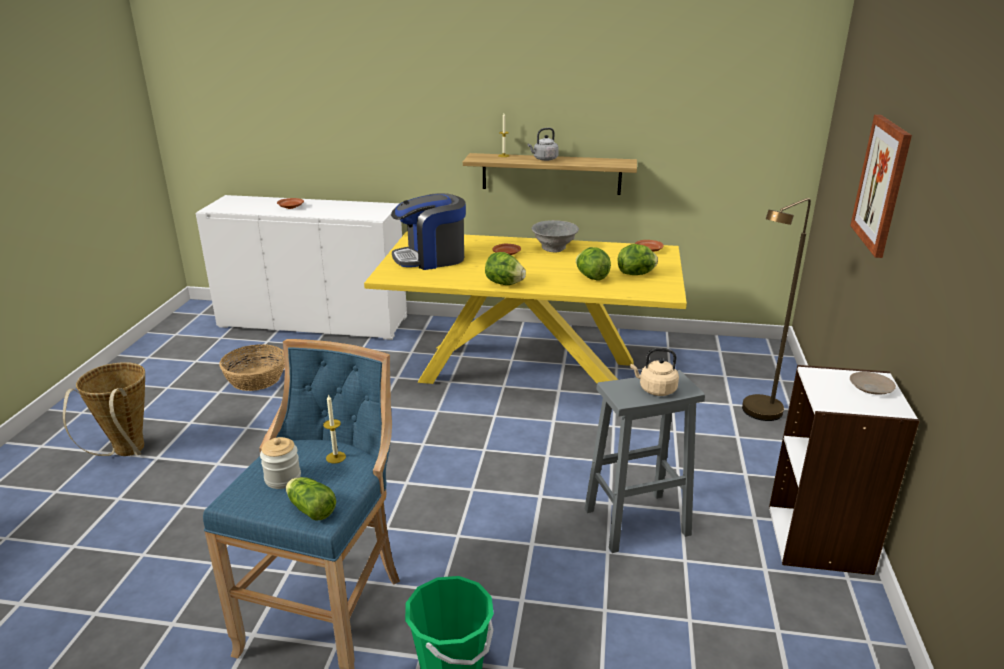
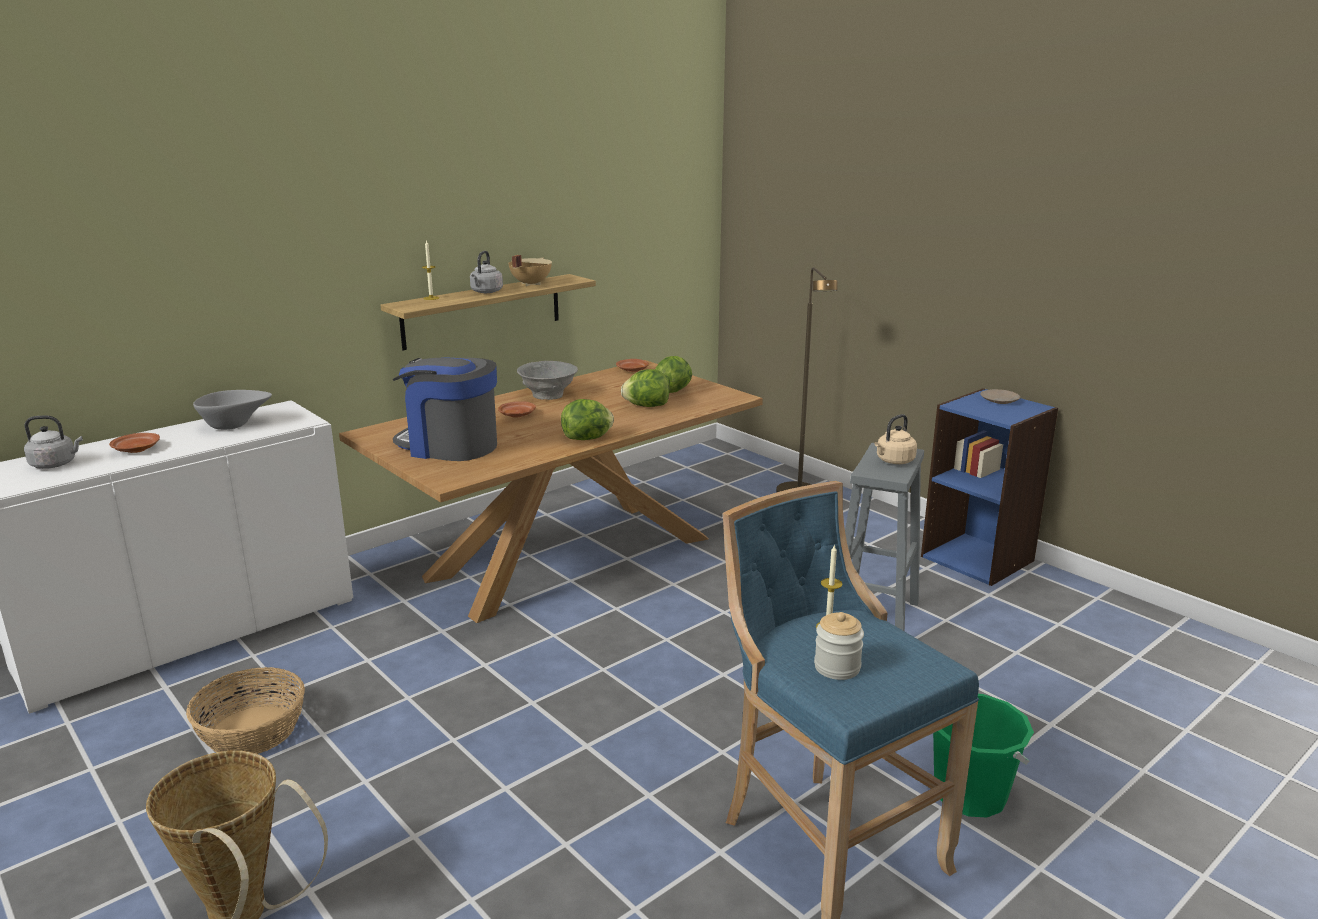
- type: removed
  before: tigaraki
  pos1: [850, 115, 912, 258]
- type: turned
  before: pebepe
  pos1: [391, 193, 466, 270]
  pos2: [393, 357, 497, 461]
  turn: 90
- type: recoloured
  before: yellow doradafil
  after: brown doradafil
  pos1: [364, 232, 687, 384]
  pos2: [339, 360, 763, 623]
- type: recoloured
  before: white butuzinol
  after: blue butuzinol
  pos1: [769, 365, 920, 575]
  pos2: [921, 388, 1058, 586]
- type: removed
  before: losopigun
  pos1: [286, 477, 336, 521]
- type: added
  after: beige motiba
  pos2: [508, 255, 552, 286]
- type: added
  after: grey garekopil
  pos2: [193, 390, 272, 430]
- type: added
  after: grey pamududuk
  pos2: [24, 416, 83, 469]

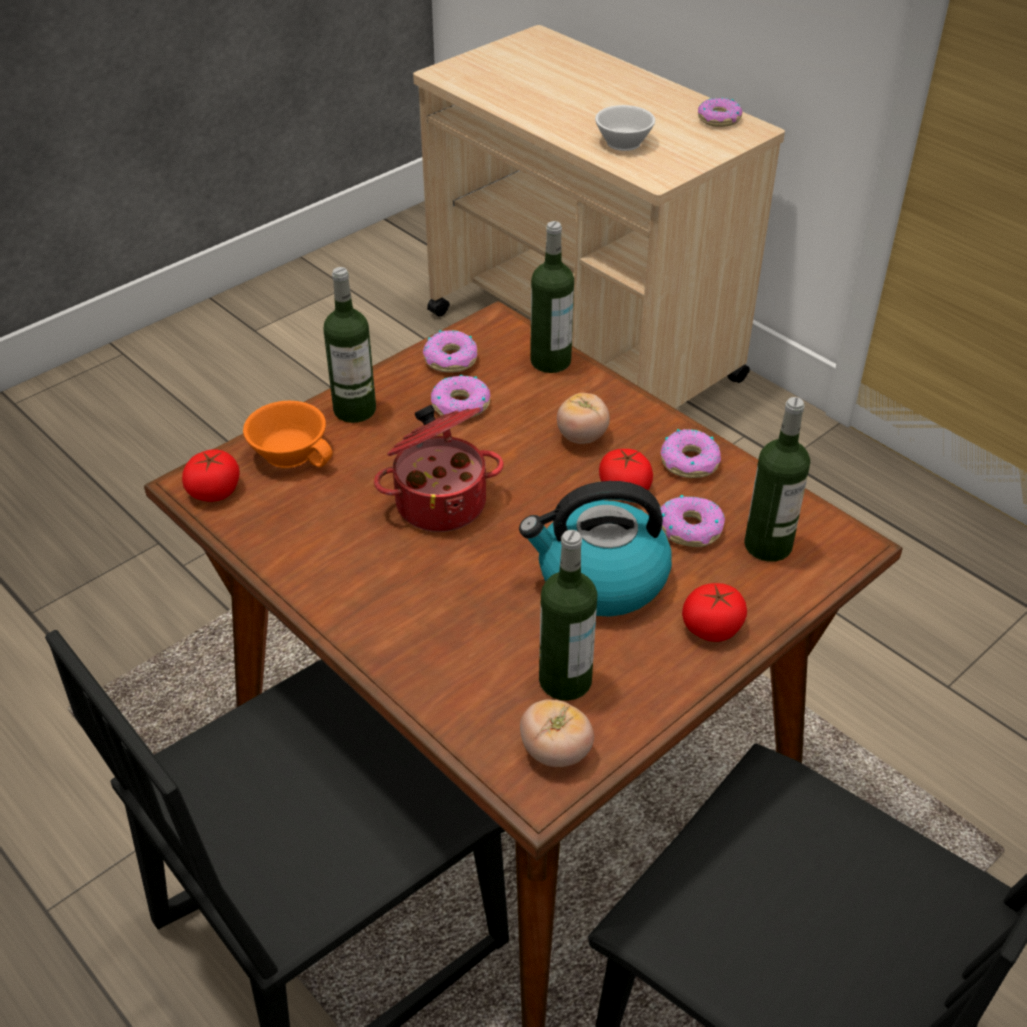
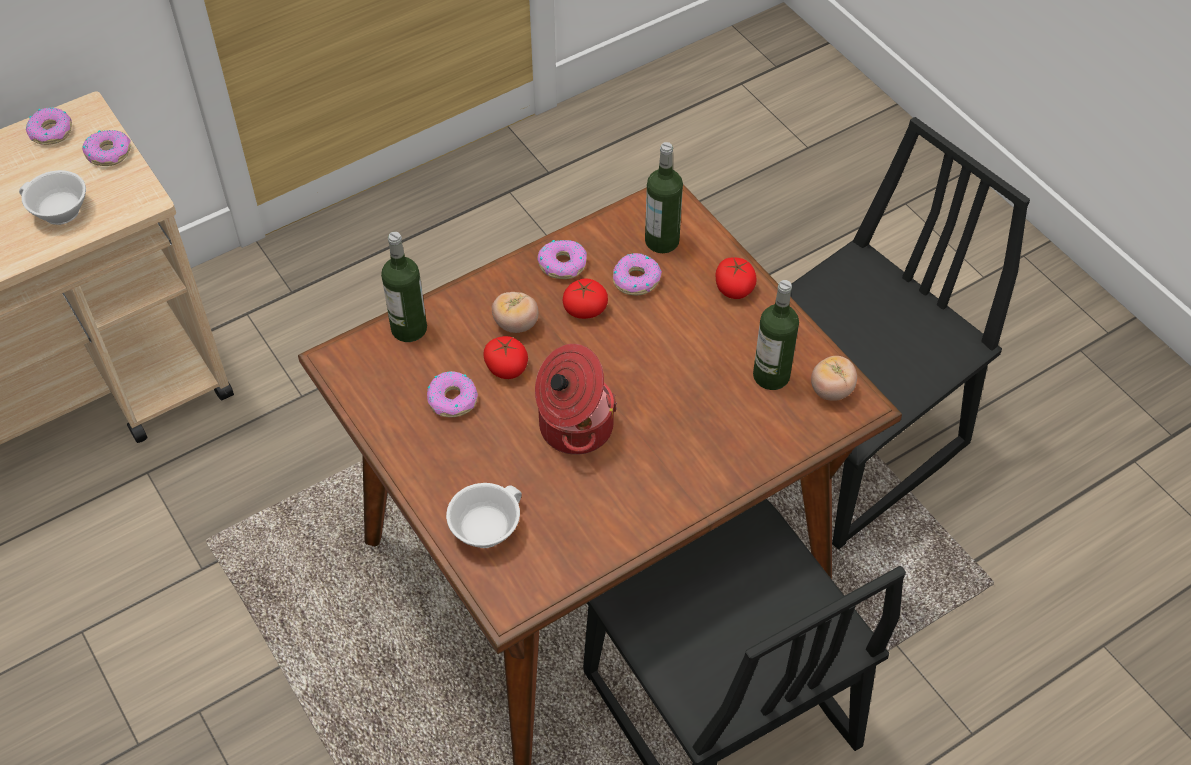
- type: removed
  before: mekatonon
  pos1: [323, 267, 376, 423]
- type: moved
  before: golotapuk
  pos1: [423, 330, 478, 373]
  pos2: [82, 130, 131, 166]
- type: recoloured
  before: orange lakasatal
  after: white lakasatal
  pos1: [243, 401, 333, 468]
  pos2: [446, 483, 522, 548]
- type: moved
  before: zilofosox
  pos1: [182, 449, 240, 502]
  pos2: [483, 336, 528, 379]
- type: removed
  before: pamududuk
  pos1: [519, 481, 672, 617]

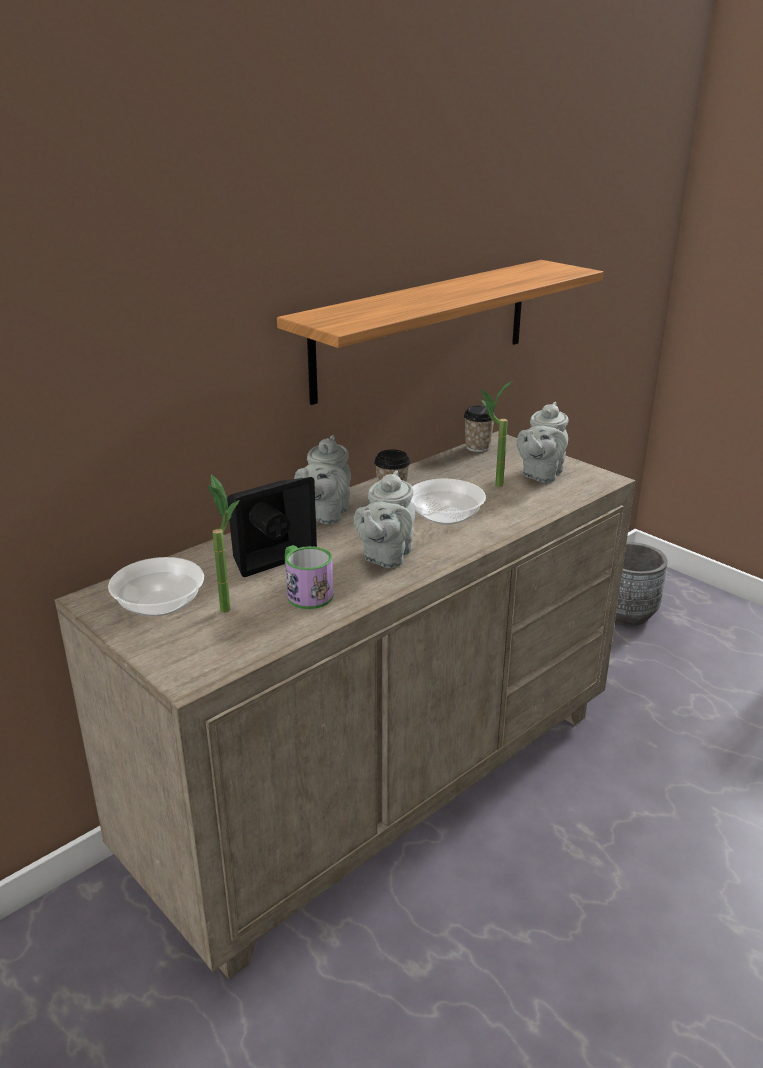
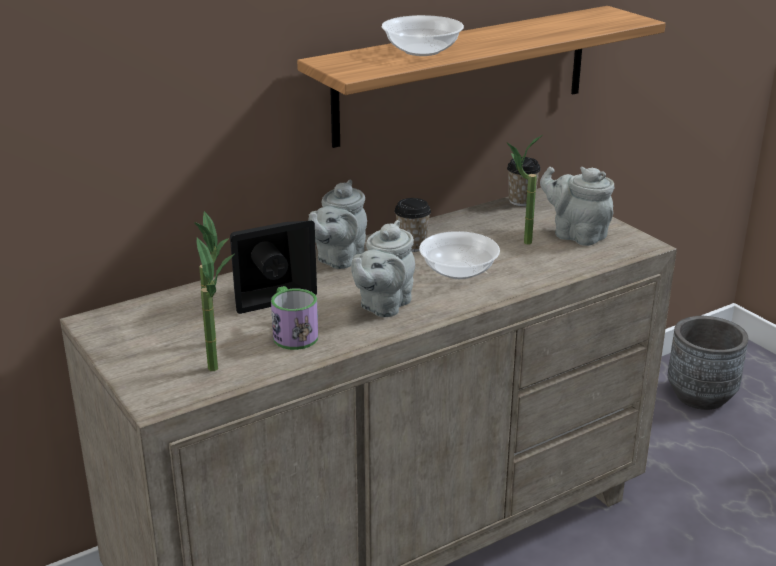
- type: turned
  before: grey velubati
  pos1: [517, 402, 569, 483]
  pos2: [540, 167, 614, 246]
  turn: 90
- type: moved
  before: garekopil
  pos1: [108, 557, 204, 616]
  pos2: [382, 15, 464, 56]
- type: added
  after: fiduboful
  pos2: [197, 237, 234, 371]

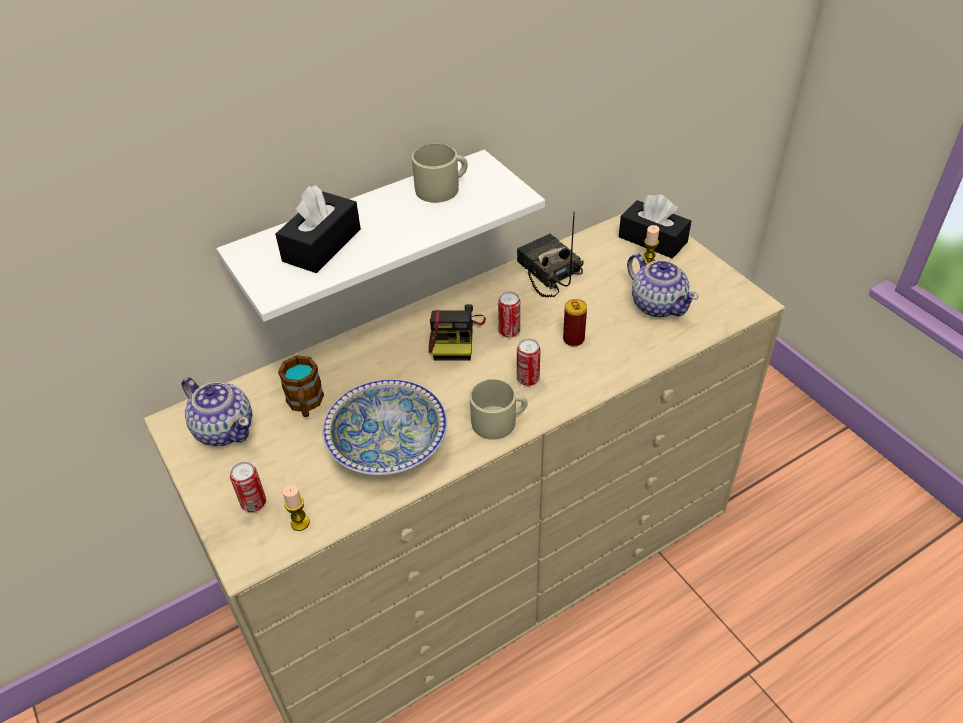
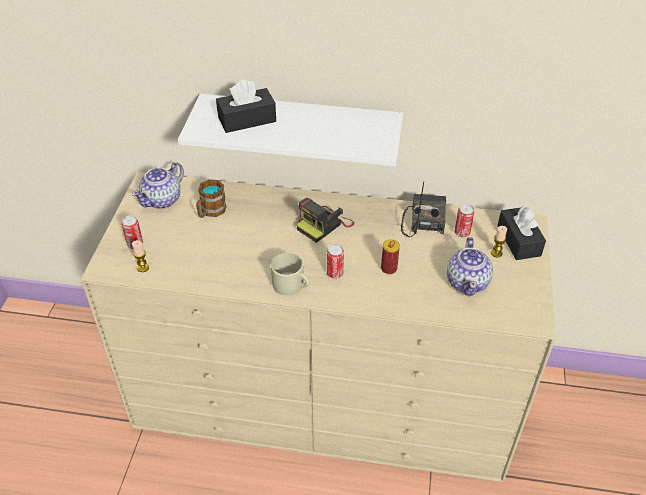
- type: removed
  before: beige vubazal
  pos1: [412, 144, 468, 203]
- type: moved
  before: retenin
  pos1: [498, 291, 520, 338]
  pos2: [455, 204, 475, 237]
- type: turned
  before: velubati
  pos1: [181, 377, 252, 446]
  pos2: [132, 162, 184, 209]
  turn: 45
- type: removed
  before: garekopil
  pos1: [322, 379, 447, 475]

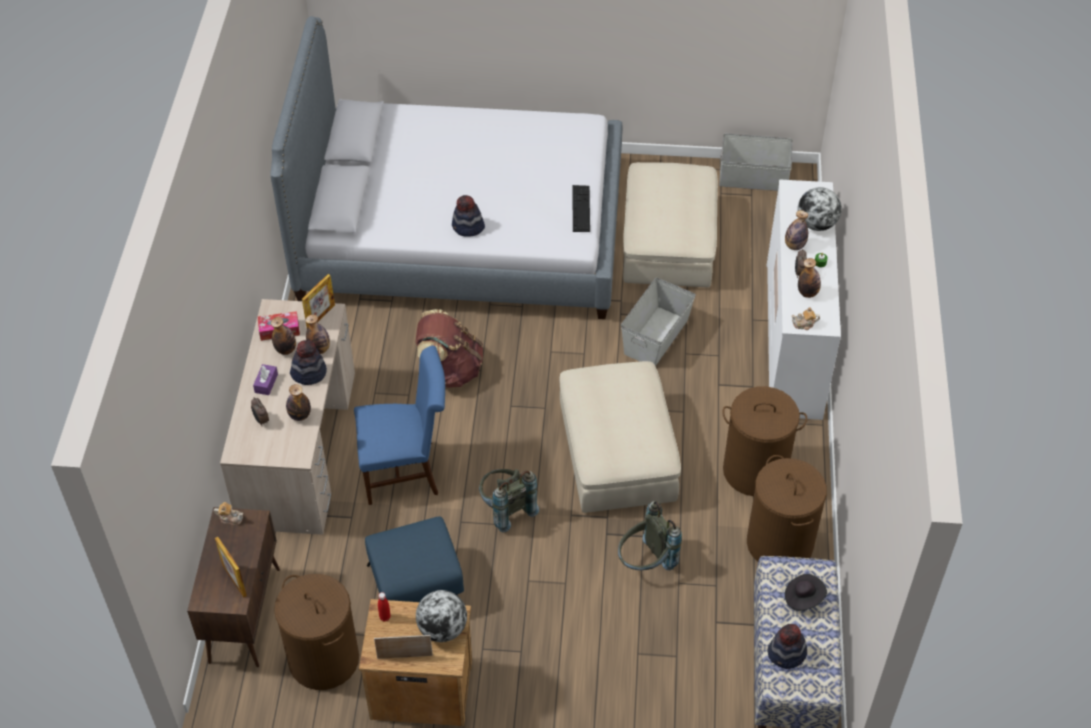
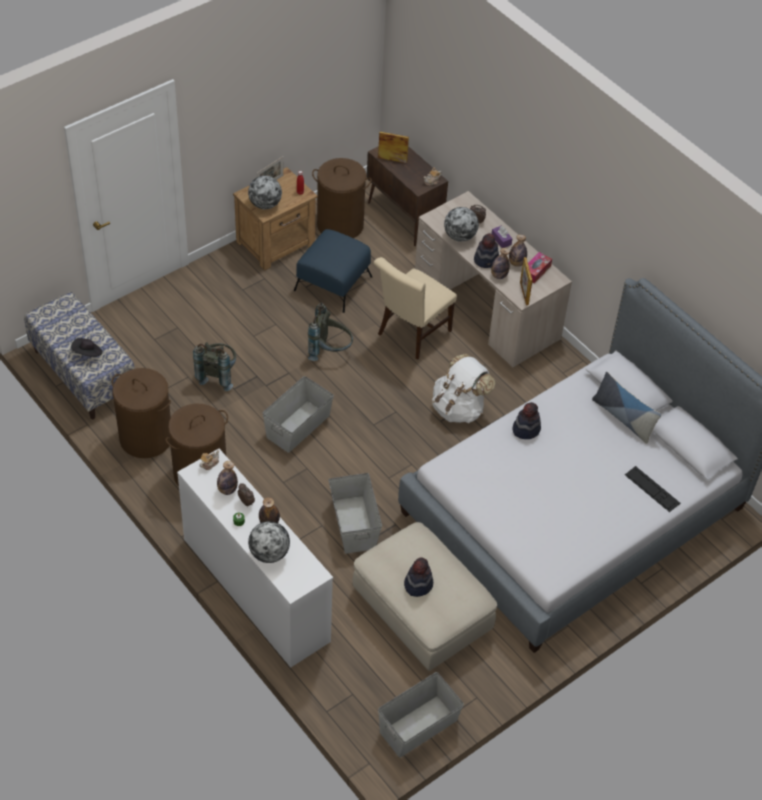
- type: moved
  before: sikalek
  pos1: [573, 185, 590, 232]
  pos2: [625, 466, 680, 512]
- type: recoloured
  before: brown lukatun
  after: white lukatun
  pos1: [416, 309, 483, 388]
  pos2: [432, 354, 495, 423]
- type: recoloured
  before: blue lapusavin
  after: beige lapusavin
  pos1: [354, 346, 445, 505]
  pos2: [374, 257, 457, 359]
- type: replaced
  before: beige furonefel
  after: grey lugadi
  pos1: [560, 361, 681, 513]
  pos2: [262, 376, 334, 453]
- type: replaced
  before: mekatonon
  after: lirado
  pos1: [286, 384, 311, 421]
  pos2: [444, 207, 479, 242]
- type: moved
  before: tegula
  pos1: [767, 624, 807, 669]
  pos2: [404, 557, 433, 597]
- type: added
  after: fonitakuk
  pos2: [592, 372, 661, 444]

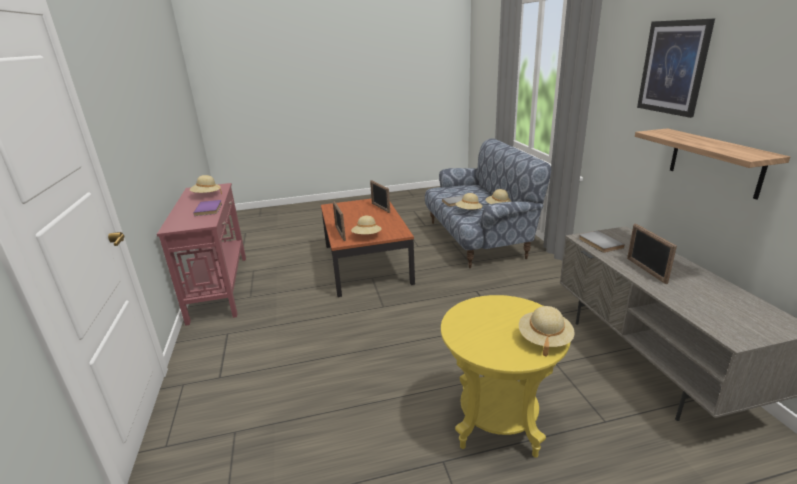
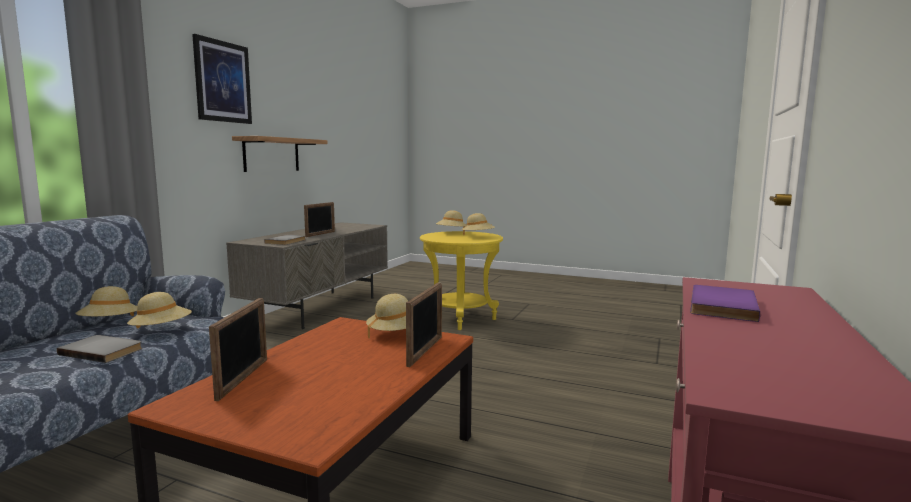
- type: moved
  before: beige tegula
  pos1: [190, 175, 222, 194]
  pos2: [462, 213, 495, 235]

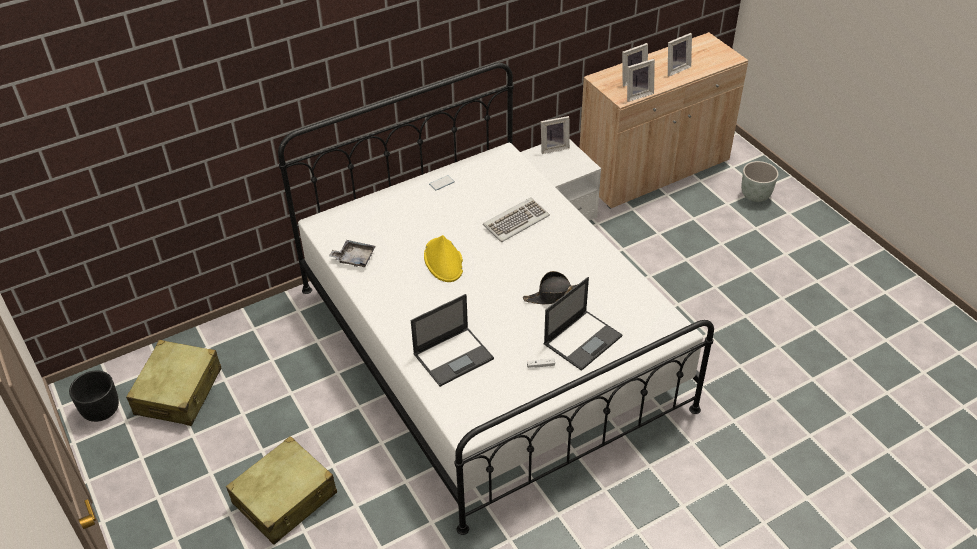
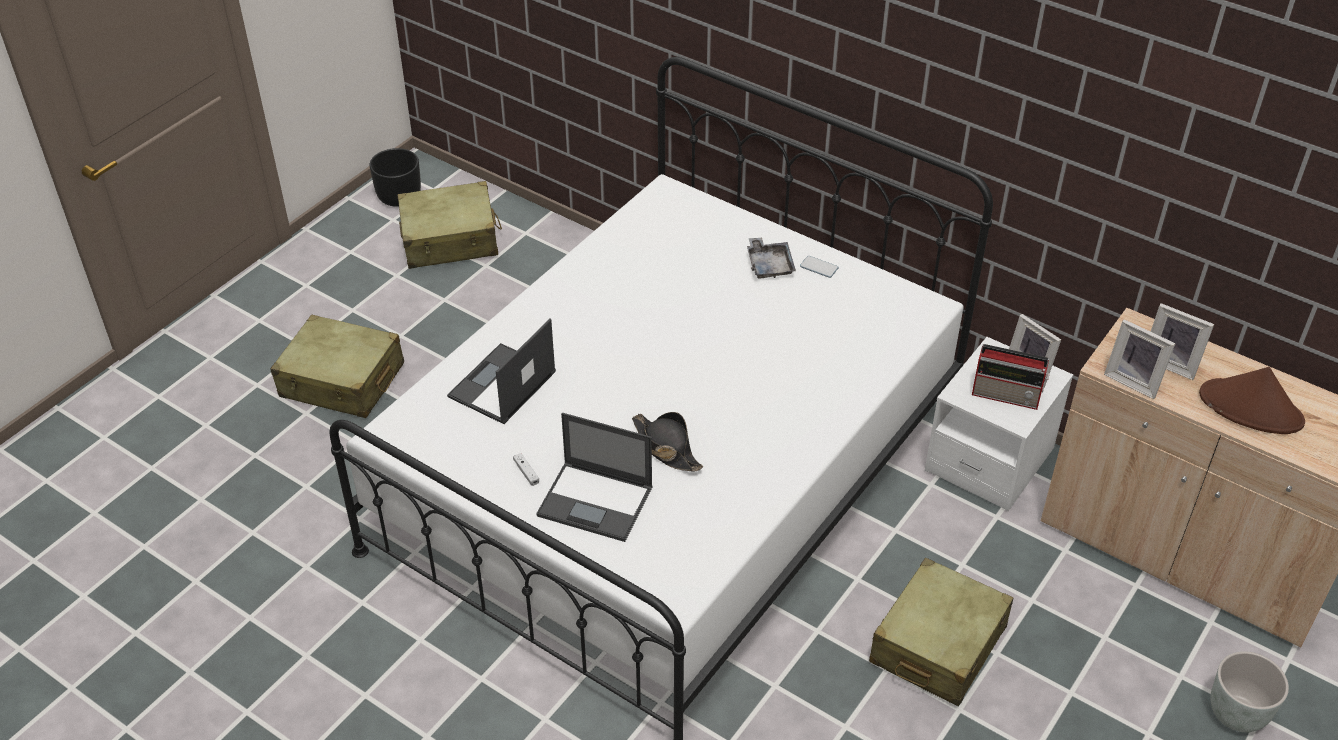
- type: replaced
  before: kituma
  after: brown tegula
  pos1: [668, 33, 692, 76]
  pos2: [1199, 367, 1305, 434]
- type: removed
  before: sikalek
  pos1: [483, 198, 550, 242]
- type: removed
  before: yellow tegula
  pos1: [424, 235, 463, 282]
- type: moved
  before: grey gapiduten
  pos1: [329, 240, 376, 267]
  pos2: [747, 237, 796, 279]
- type: turned
  before: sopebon
  pos1: [411, 294, 494, 387]
  pos2: [447, 318, 556, 424]
  turn: 90
- type: added
  after: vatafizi
  pos2: [972, 344, 1050, 410]
- type: added
  after: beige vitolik
  pos2: [869, 558, 1013, 706]

